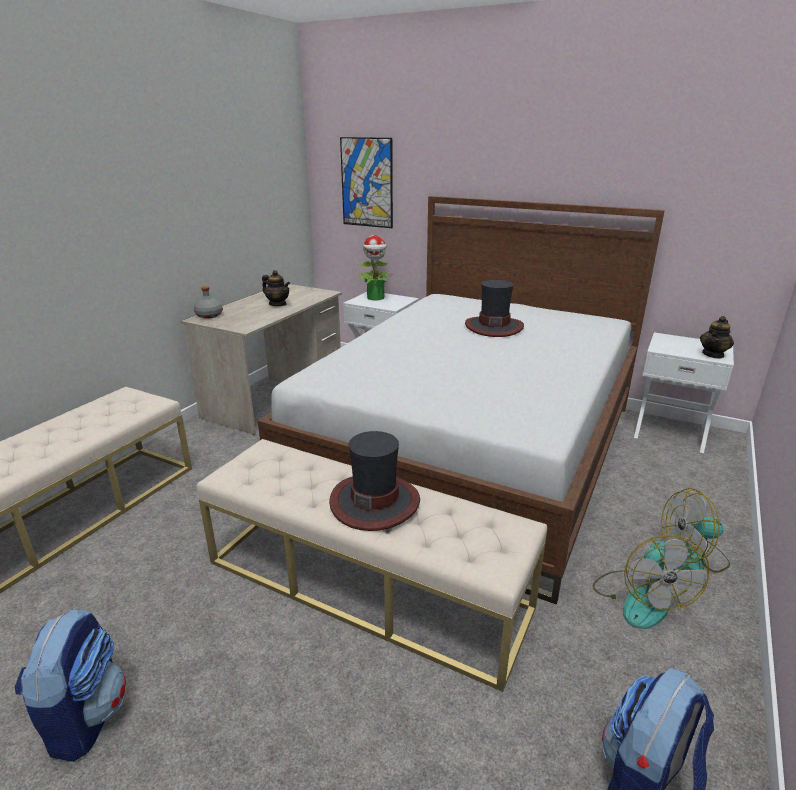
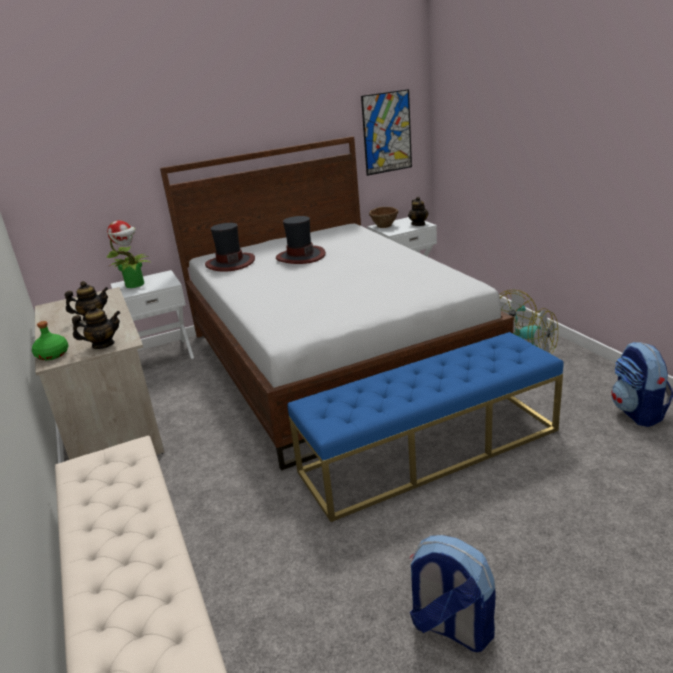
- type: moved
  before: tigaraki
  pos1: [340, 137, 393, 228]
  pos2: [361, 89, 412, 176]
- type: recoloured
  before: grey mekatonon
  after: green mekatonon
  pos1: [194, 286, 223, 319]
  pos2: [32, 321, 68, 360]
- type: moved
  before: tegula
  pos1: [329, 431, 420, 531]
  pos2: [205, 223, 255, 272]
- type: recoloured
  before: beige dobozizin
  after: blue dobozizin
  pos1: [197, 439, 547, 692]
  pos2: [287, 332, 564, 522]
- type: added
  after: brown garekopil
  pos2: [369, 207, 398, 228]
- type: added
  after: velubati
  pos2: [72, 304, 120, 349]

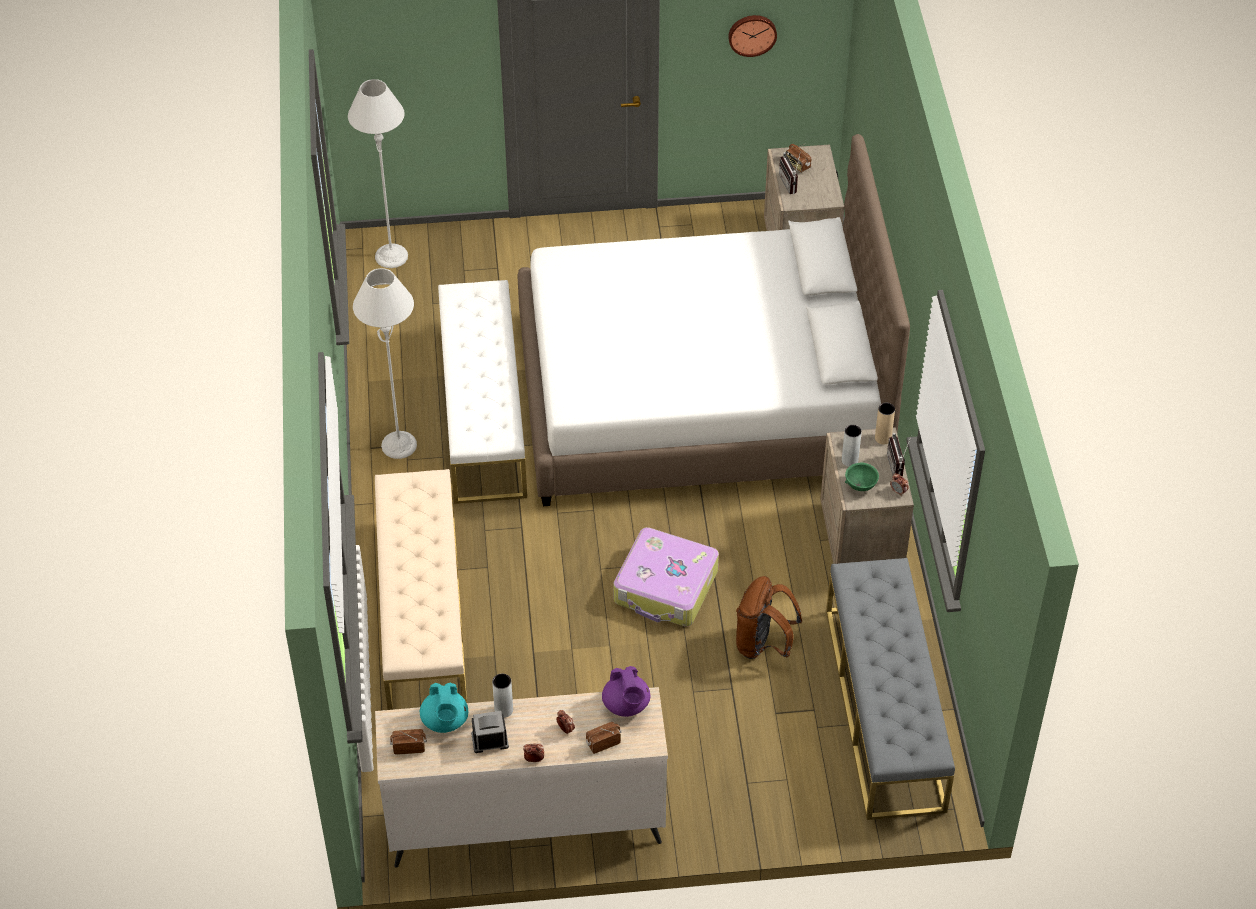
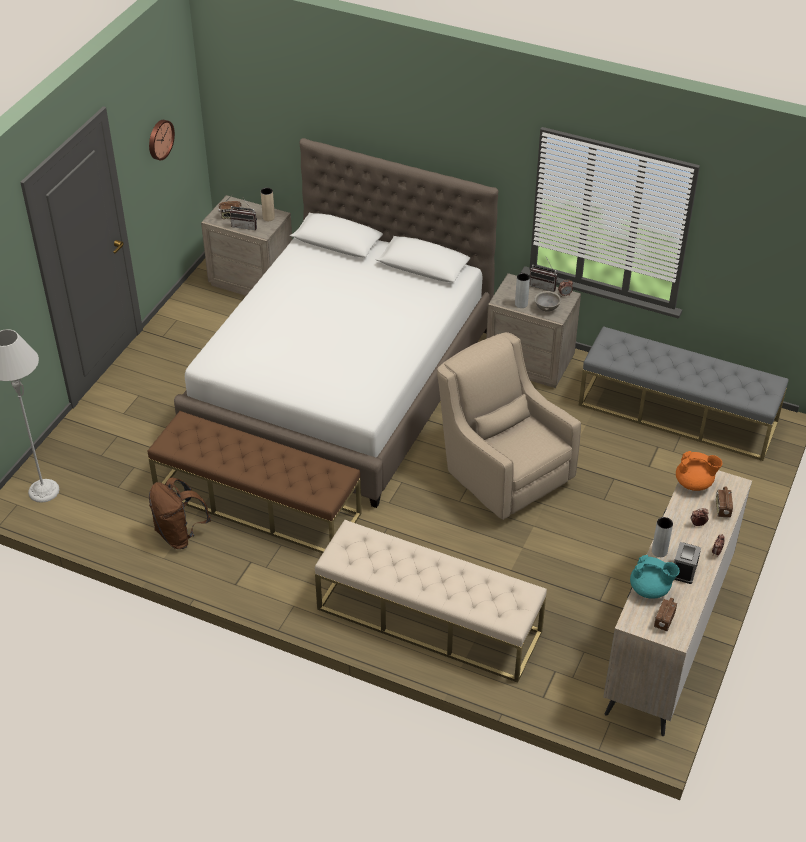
- type: removed
  before: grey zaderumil
  pos1: [353, 268, 417, 459]
- type: recoloured
  before: white dobozizin
  after: brown dobozizin
  pos1: [438, 280, 527, 504]
  pos2: [147, 411, 362, 553]
- type: moved
  before: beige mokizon
  pos1: [875, 403, 895, 444]
  pos2: [261, 188, 275, 221]
- type: recoloured
  before: green garekopil
  after: grey garekopil
  pos1: [845, 463, 879, 491]
  pos2: [535, 291, 561, 312]
- type: replaced
  before: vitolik
  after: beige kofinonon
  pos1: [613, 527, 719, 627]
  pos2: [437, 332, 581, 520]
- type: moved
  before: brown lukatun
  pos1: [736, 576, 802, 659]
  pos2: [149, 477, 211, 549]
- type: recoloured
  before: purple velubati
  after: orange velubati
  pos1: [602, 666, 650, 717]
  pos2: [676, 451, 722, 491]

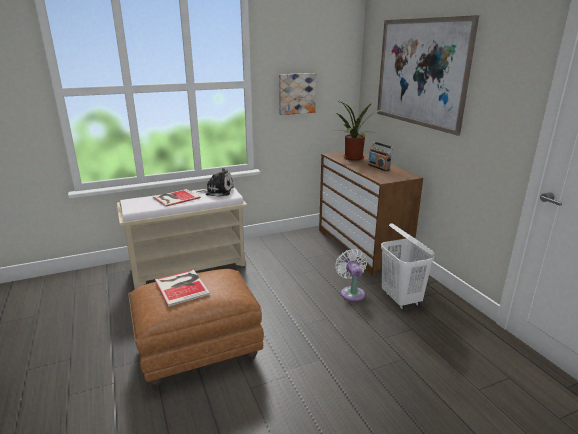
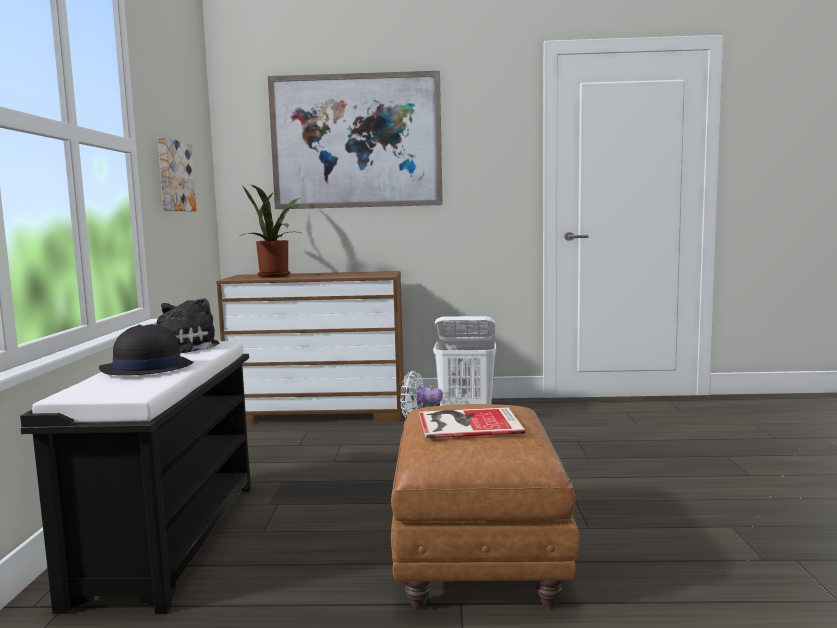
- type: removed
  before: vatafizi
  pos1: [368, 142, 394, 171]
- type: recoloured
  before: beige dobozizin
  after: black dobozizin
  pos1: [117, 187, 247, 289]
  pos2: [20, 341, 251, 614]
- type: replaced
  before: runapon
  after: black tegula
  pos1: [153, 189, 201, 207]
  pos2: [99, 324, 194, 376]

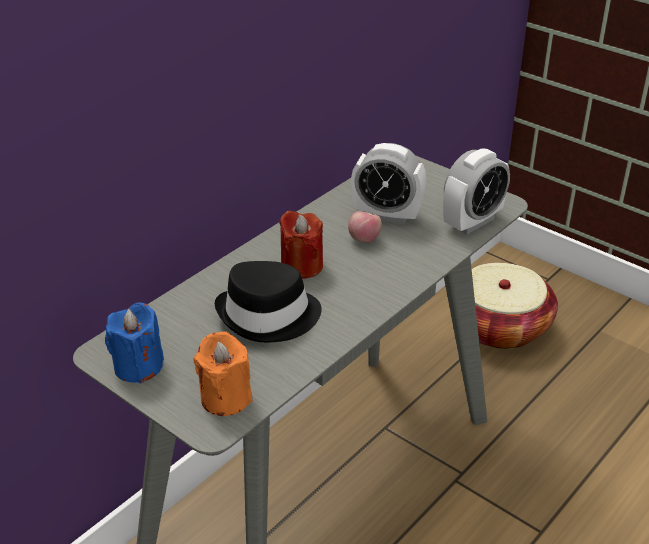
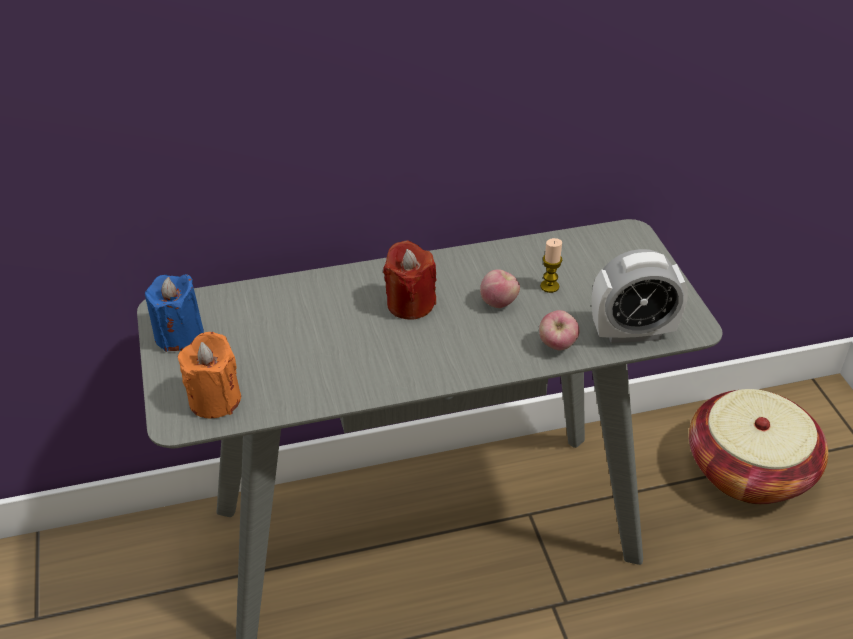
- type: replaced
  before: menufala
  after: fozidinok
  pos1: [351, 143, 426, 224]
  pos2: [540, 238, 562, 293]
- type: removed
  before: black tegula
  pos1: [215, 261, 322, 342]
- type: added
  after: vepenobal
  pos2: [539, 310, 579, 350]

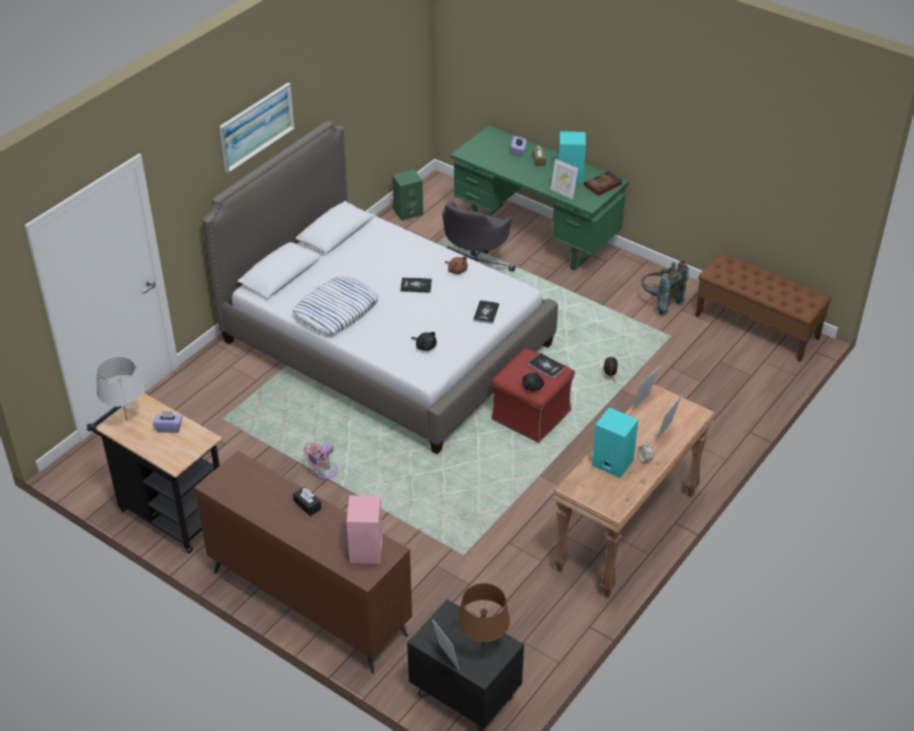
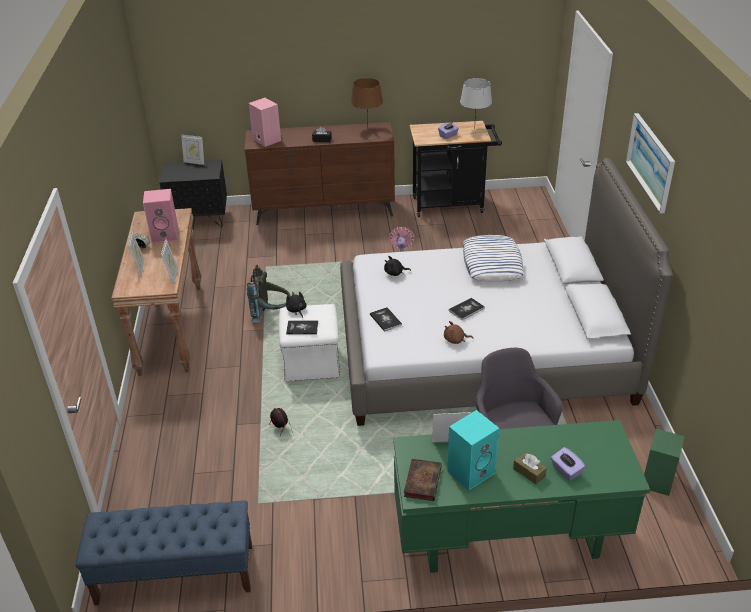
- type: recoloured
  before: brown dobozizin
  after: blue dobozizin
  pos1: [695, 253, 832, 362]
  pos2: [76, 500, 252, 605]
- type: moved
  before: grey lukatun
  pos1: [641, 260, 689, 316]
  pos2: [247, 265, 291, 323]
- type: recoloured
  before: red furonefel
  after: white furonefel
  pos1: [491, 348, 575, 443]
  pos2: [279, 304, 340, 382]
- type: recoloured
  before: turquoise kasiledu
  after: pink kasiledu
  pos1: [592, 407, 638, 478]
  pos2: [143, 189, 179, 243]
- type: moved
  before: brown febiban
  pos1: [457, 583, 510, 648]
  pos2: [351, 78, 383, 125]

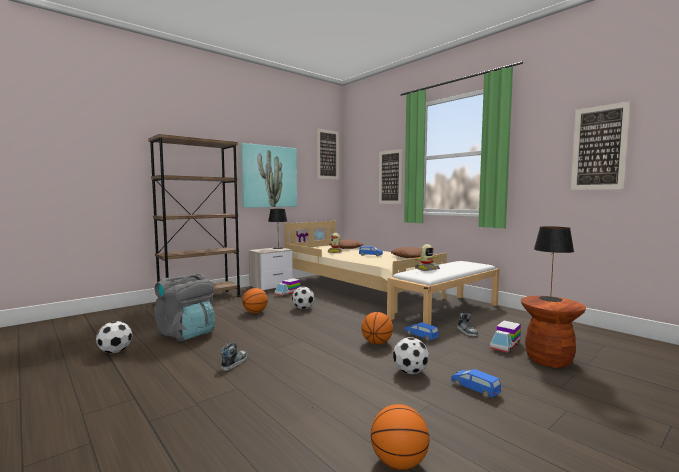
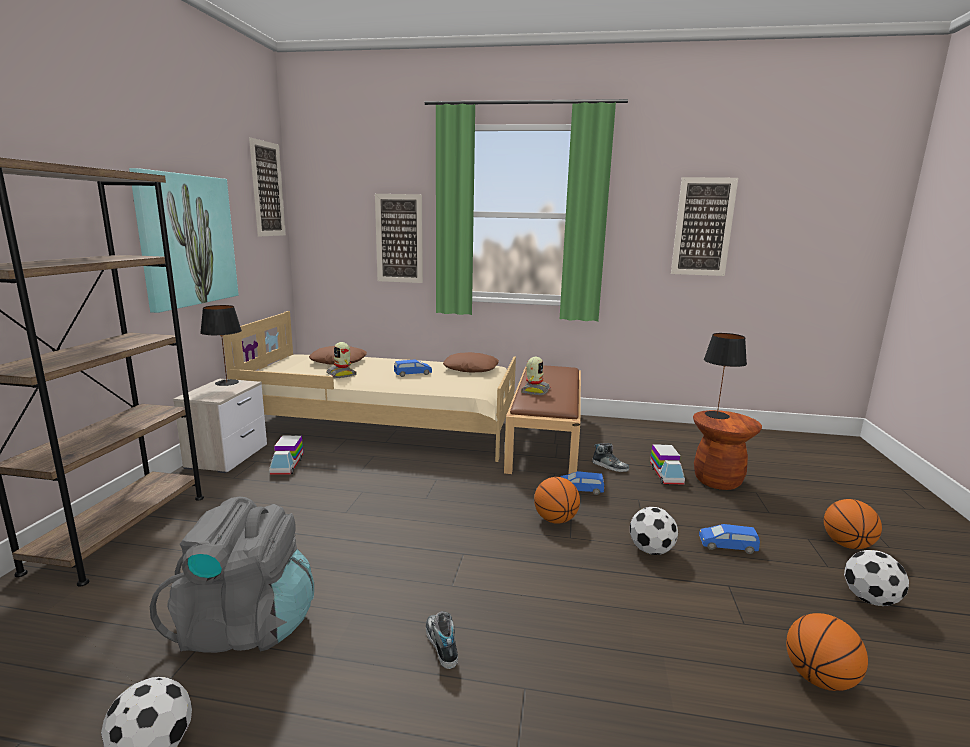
- type: recoloured
  before: white dobozizin
  after: brown dobozizin
  pos1: [387, 261, 500, 325]
  pos2: [504, 365, 581, 474]
- type: moved
  before: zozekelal
  pos1: [292, 286, 314, 309]
  pos2: [844, 550, 909, 606]
- type: moved
  before: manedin
  pos1: [242, 288, 268, 313]
  pos2: [824, 499, 882, 549]

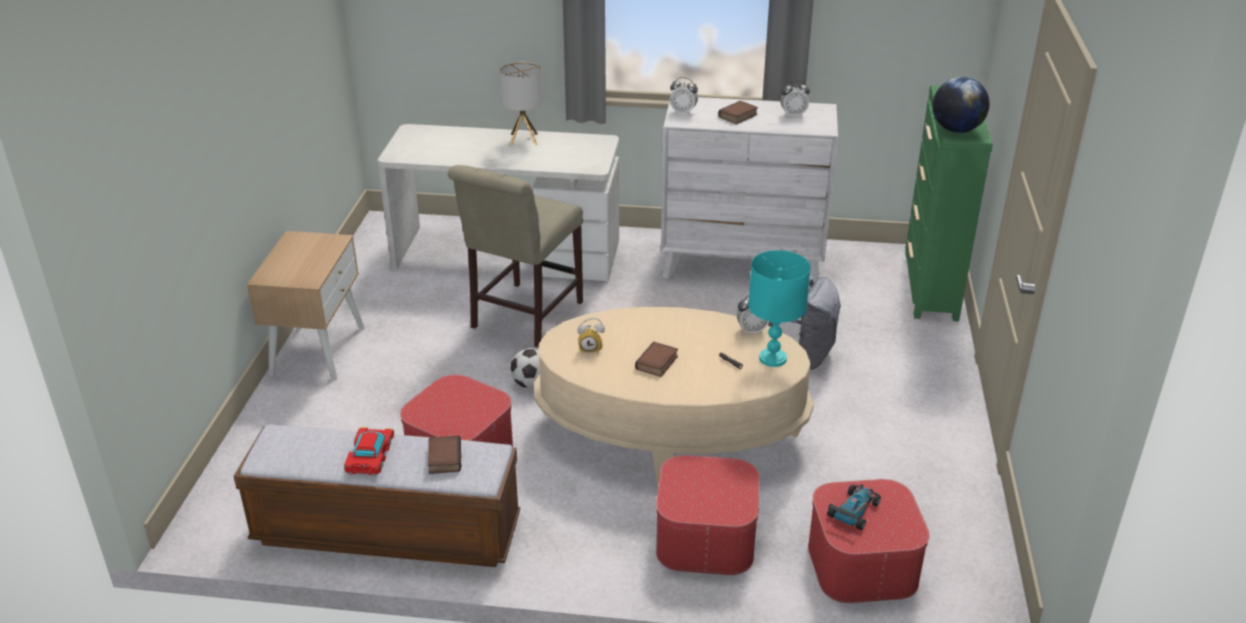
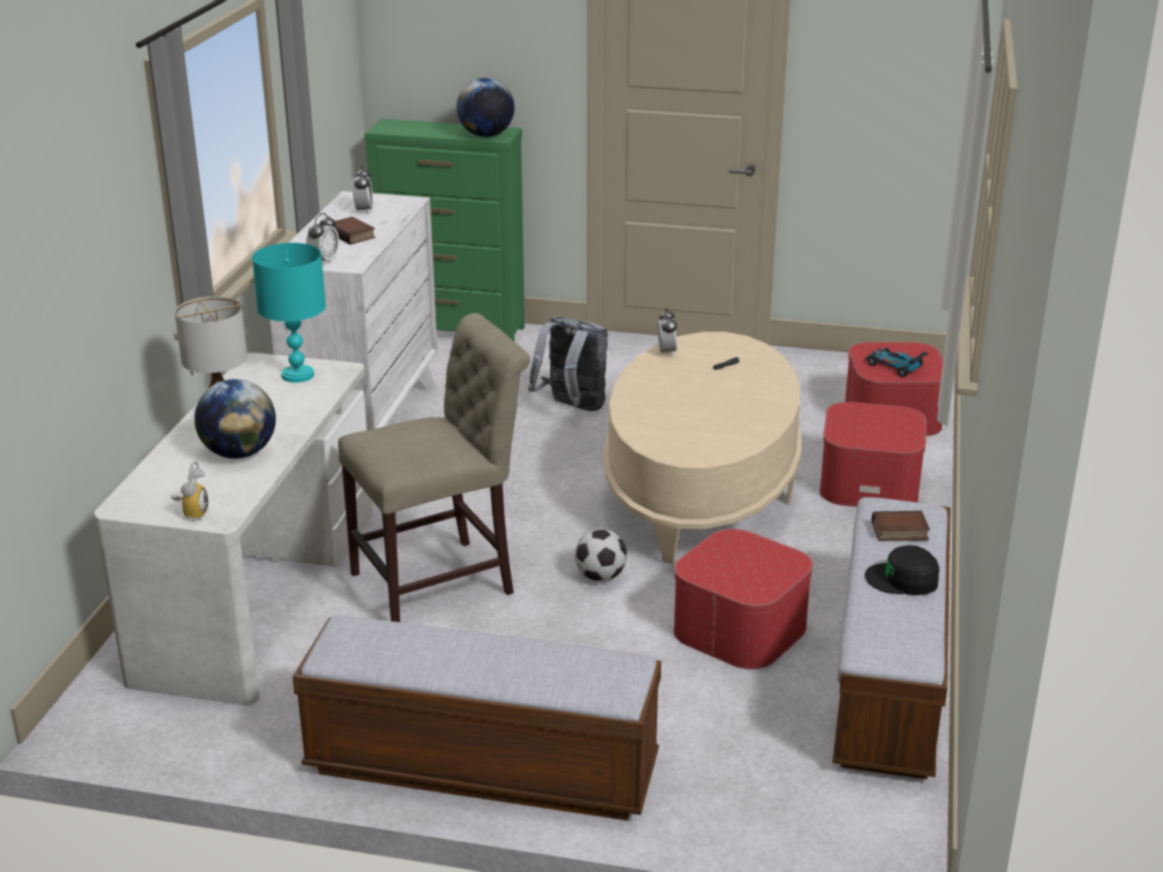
- type: turned
  before: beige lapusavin
  pos1: [448, 165, 583, 347]
  pos2: [338, 313, 530, 622]
  turn: -60
- type: replaced
  before: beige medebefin
  after: dobozizin
  pos1: [247, 231, 365, 381]
  pos2: [292, 615, 661, 821]
- type: moved
  before: turquoise febiban
  pos1: [748, 250, 811, 367]
  pos2: [252, 243, 326, 383]
- type: moved
  before: menufala
  pos1: [578, 317, 605, 354]
  pos2: [171, 461, 208, 519]
- type: removed
  before: runapon
  pos1: [635, 341, 678, 377]
- type: replaced
  before: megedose
  after: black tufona
  pos1: [344, 427, 394, 476]
  pos2: [865, 545, 939, 595]
- type: added
  after: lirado
  pos2: [194, 379, 276, 459]

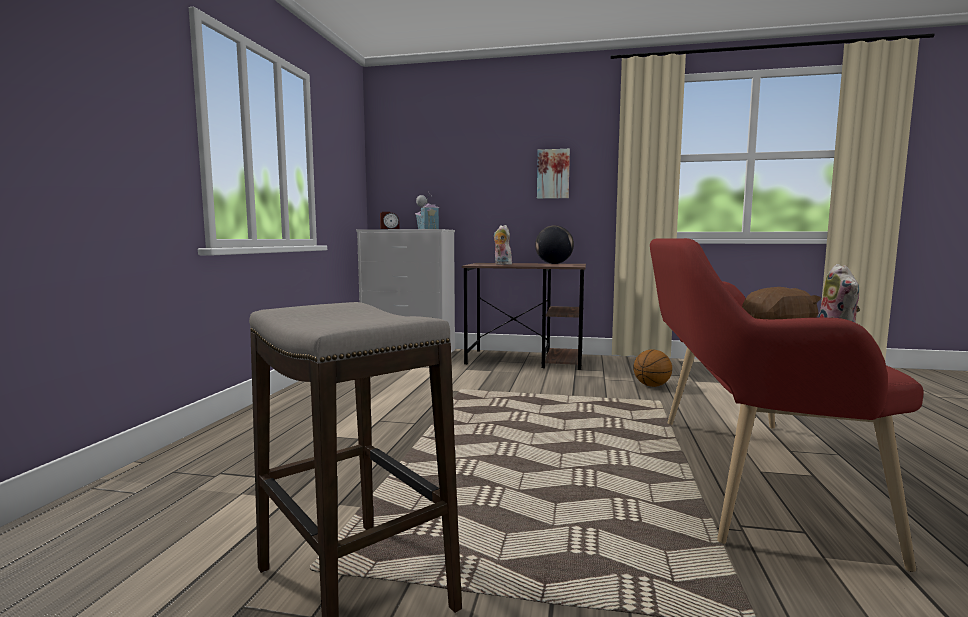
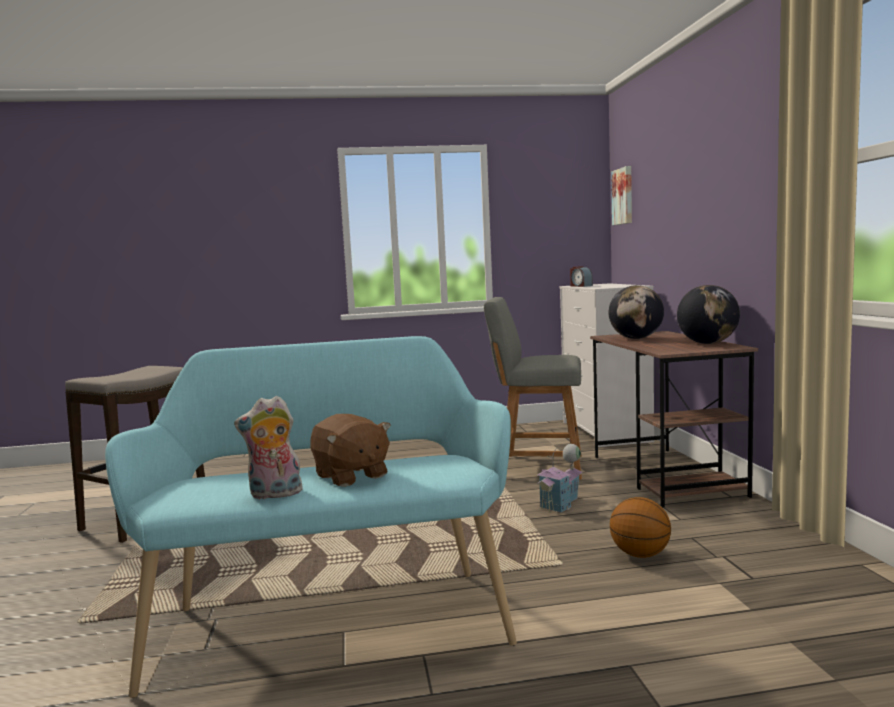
- type: moved
  before: tigaraki
  pos1: [537, 149, 570, 199]
  pos2: [611, 166, 632, 225]
- type: moved
  before: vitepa
  pos1: [415, 193, 440, 229]
  pos2: [537, 444, 583, 513]
- type: replaced
  before: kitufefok
  after: lirado
  pos1: [494, 225, 513, 265]
  pos2: [609, 285, 664, 339]
- type: recoloured
  before: red dobozizin
  after: turquoise dobozizin
  pos1: [650, 238, 924, 572]
  pos2: [105, 336, 517, 698]
- type: added
  after: grey lapusavin
  pos2: [484, 297, 582, 480]

